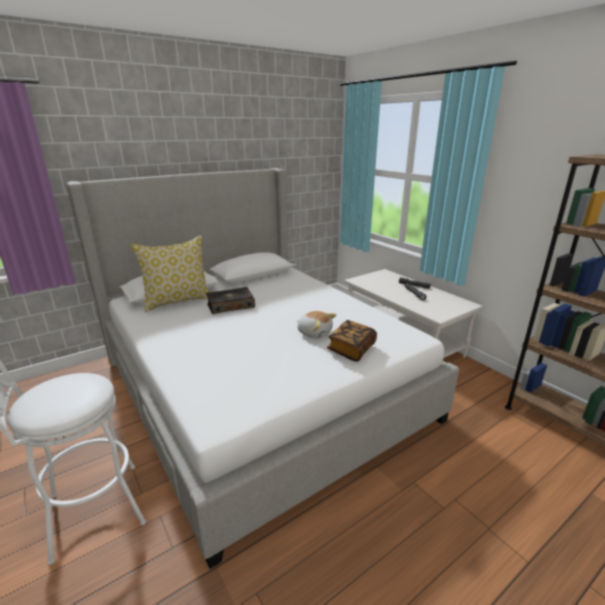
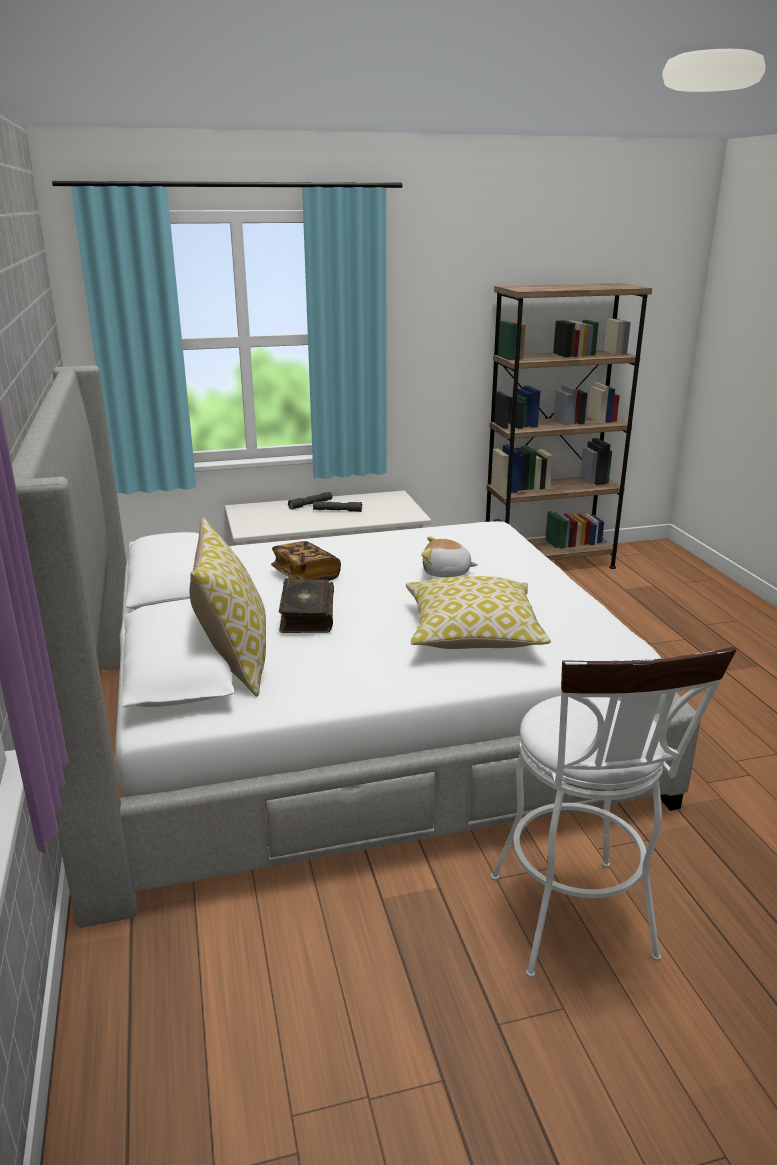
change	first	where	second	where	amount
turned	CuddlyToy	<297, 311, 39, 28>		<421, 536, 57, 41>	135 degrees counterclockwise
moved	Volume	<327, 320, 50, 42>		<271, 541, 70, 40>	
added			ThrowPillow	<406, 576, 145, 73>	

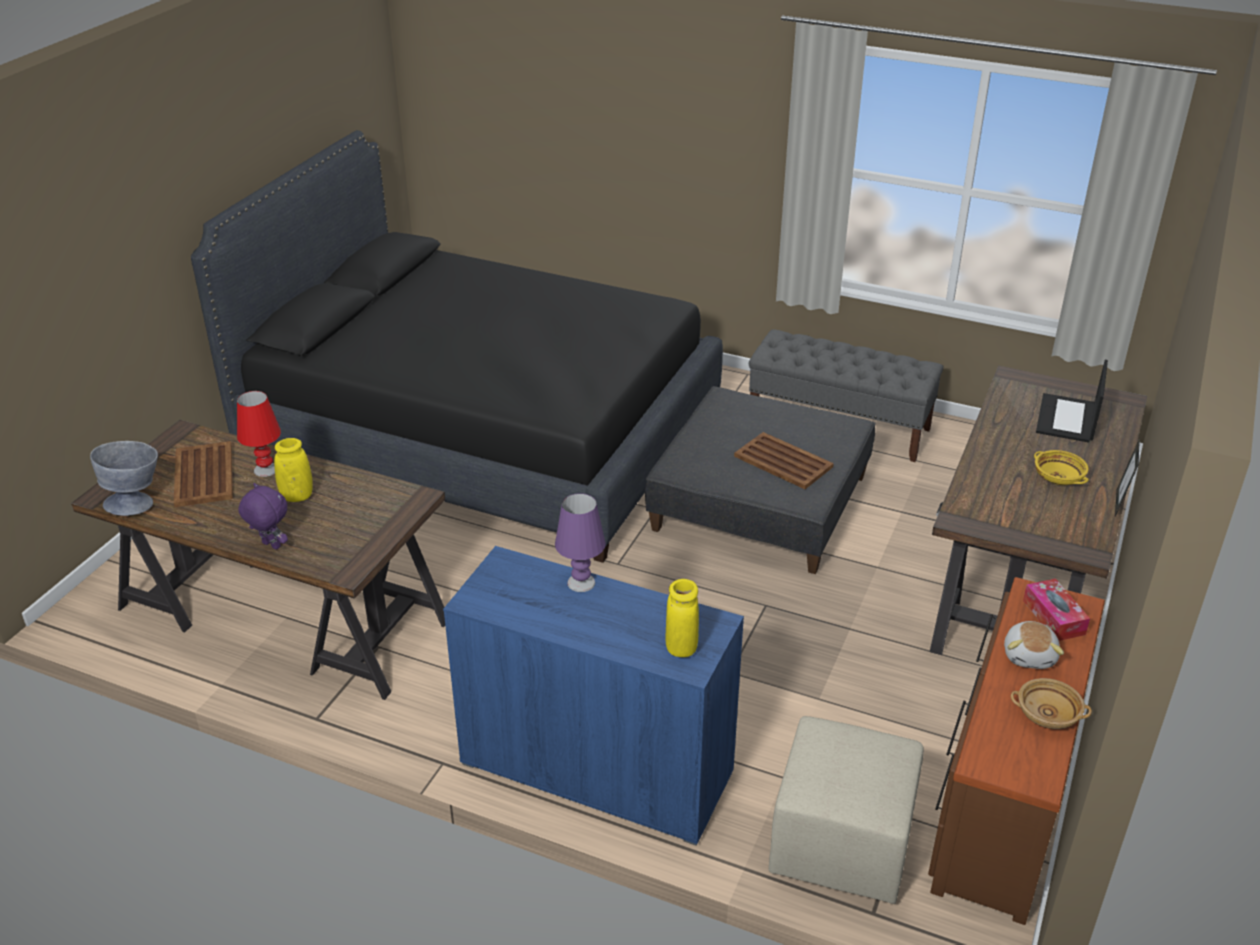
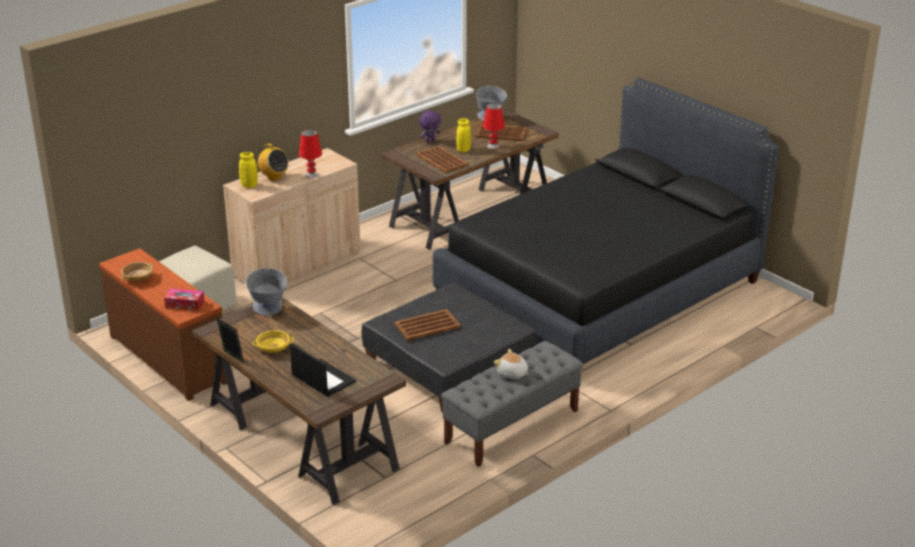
change	first	where	second	where	amount
recoloured	PurplishLampForATable	<555, 493, 51, 99>	ReddishLampForATable	<299, 130, 23, 48>	
recoloured	BluishCupboard	<443, 546, 301, 300>	BeigeColouredCupboard	<223, 148, 138, 136>	
moved	CuddlyToy	<1004, 621, 60, 48>		<494, 349, 35, 30>	
added			RadioReceiver	<256, 144, 33, 37>	
added			BrownServingTray	<416, 146, 52, 27>	
added			GreyDeepDish	<246, 268, 41, 48>	

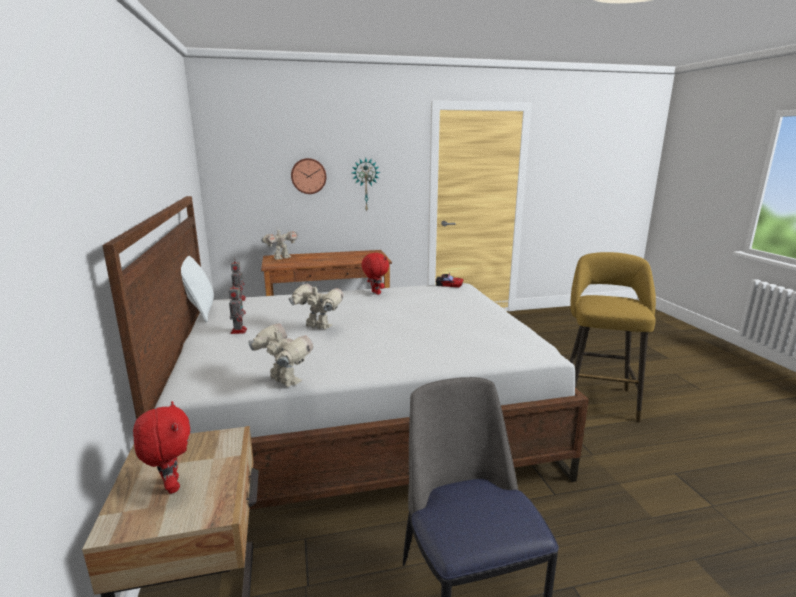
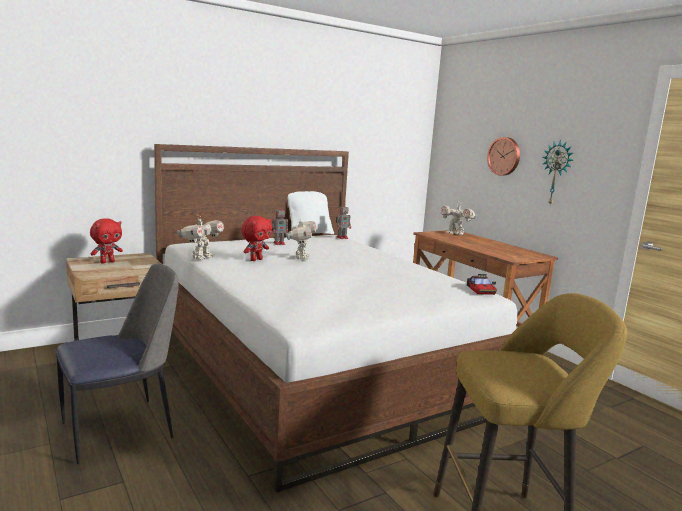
change	first	where	second	where	amount
moved	ReddishCuddlyToy	<361, 253, 28, 42>		<241, 216, 31, 45>	

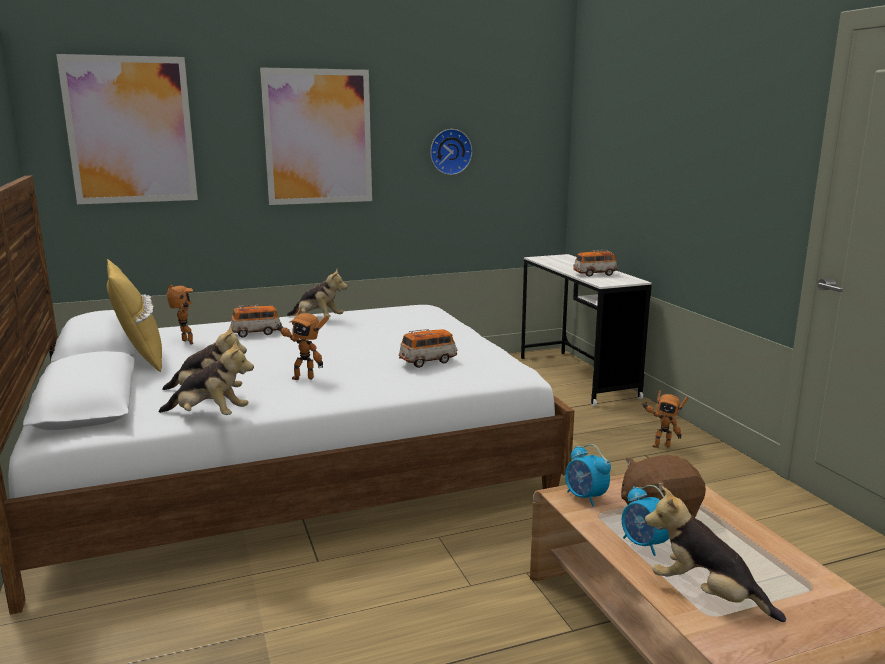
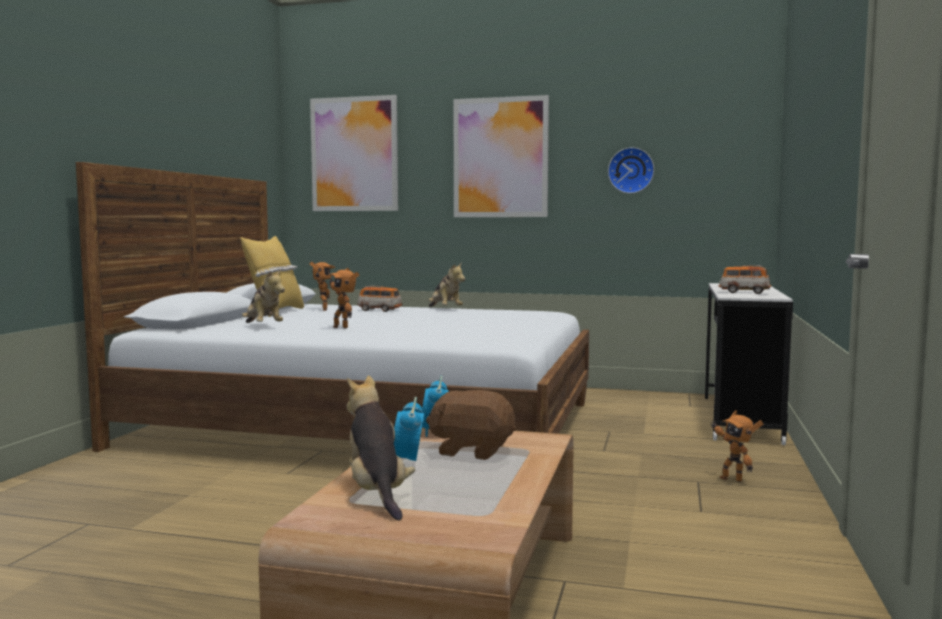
change	first	where	second	where	amount
removed	MiniatureCar	<399, 329, 59, 39>			
removed	CuddlyToy	<159, 340, 95, 75>			

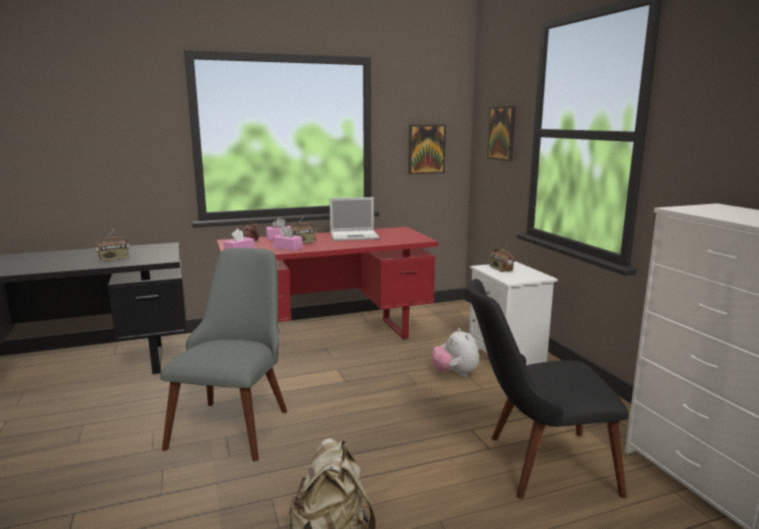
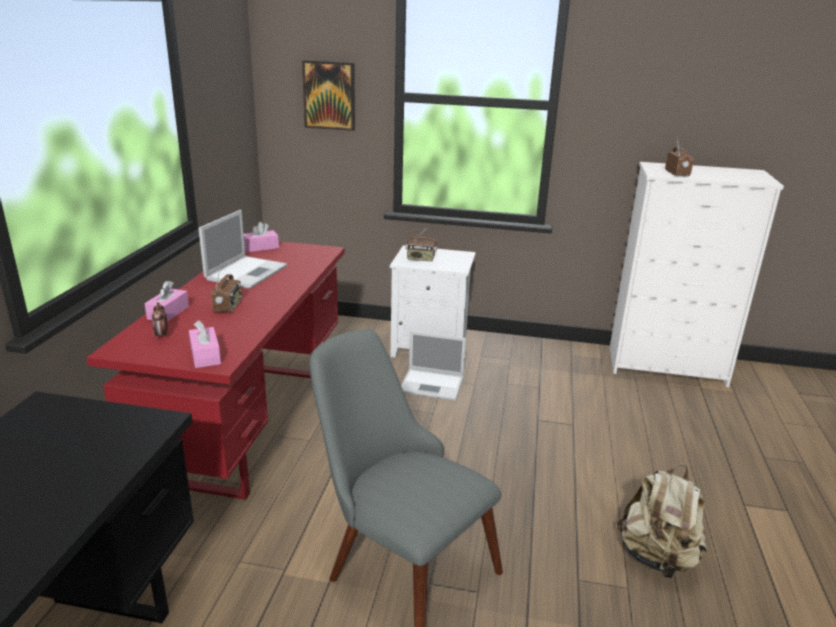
change	first	where	second	where	amount
removed	WallPicture	<408, 125, 38, 49>			
moved	PinkColouredTissueHolder	<273, 226, 30, 25>		<244, 222, 35, 30>	
moved	RadioReceiver	<95, 227, 34, 34>		<665, 138, 29, 39>	
removed	BlackishChair	<468, 279, 161, 220>			
replaced	CuddlyToy	<432, 328, 47, 49>	PortableComputer	<401, 331, 65, 70>	

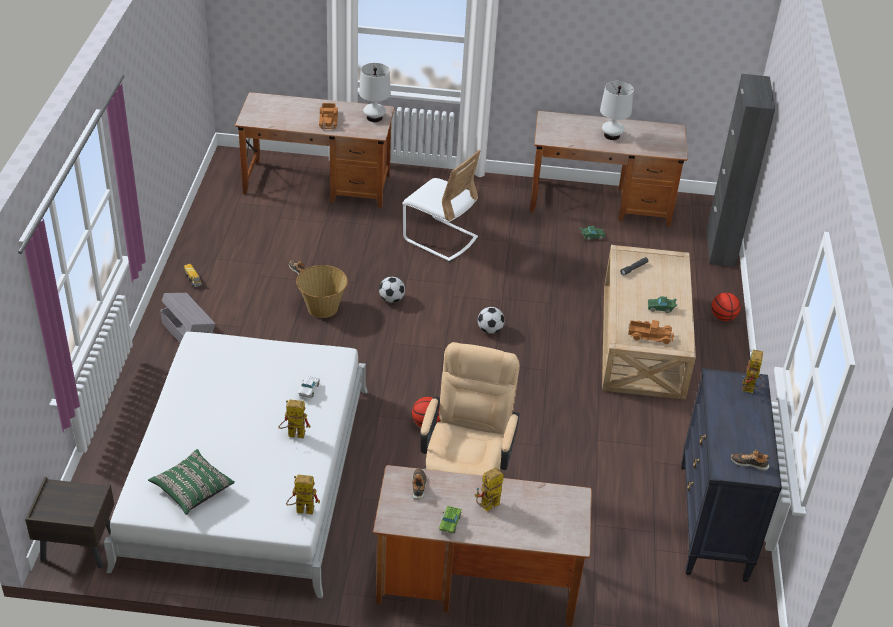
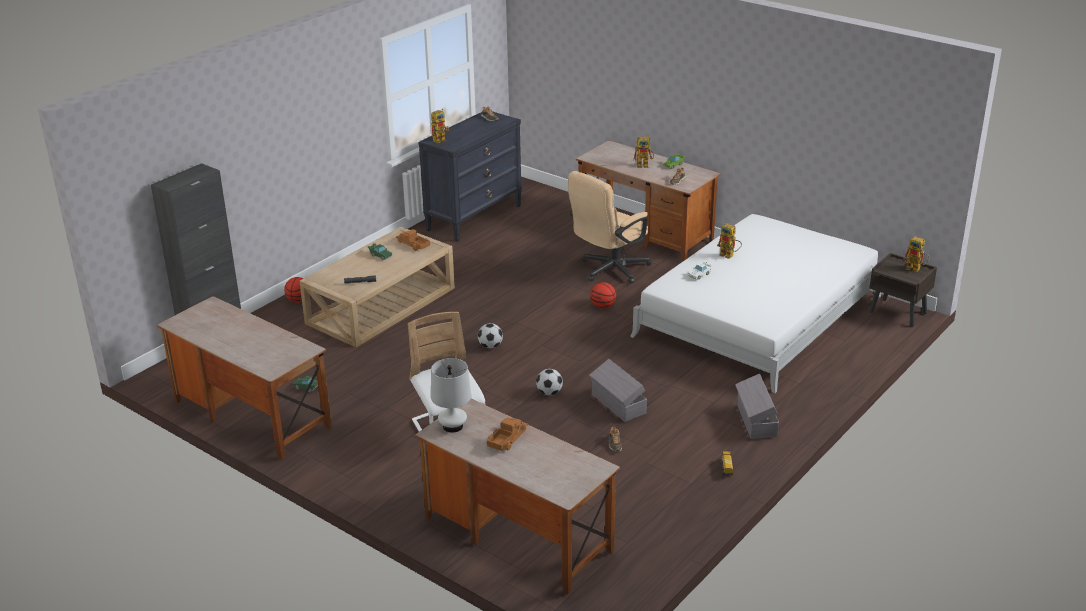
change	first	where	second	where	amount
removed	WhiteLampForATable	<600, 81, 34, 59>			
replaced	HouseholdBasket	<296, 265, 52, 53>	GreyStorageBox	<589, 359, 58, 63>	
removed	GreenColouredThrowPillow	<148, 449, 87, 66>			
moved	ModelRobot	<286, 475, 34, 40>		<903, 236, 26, 37>	

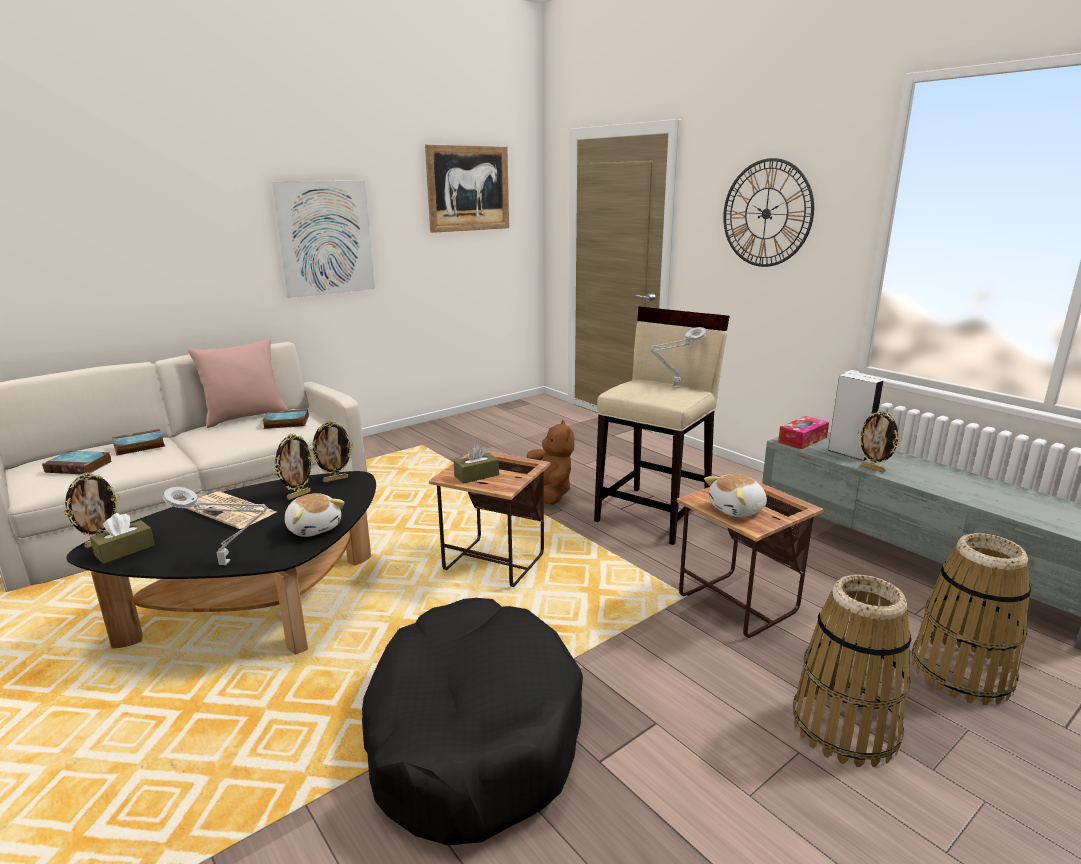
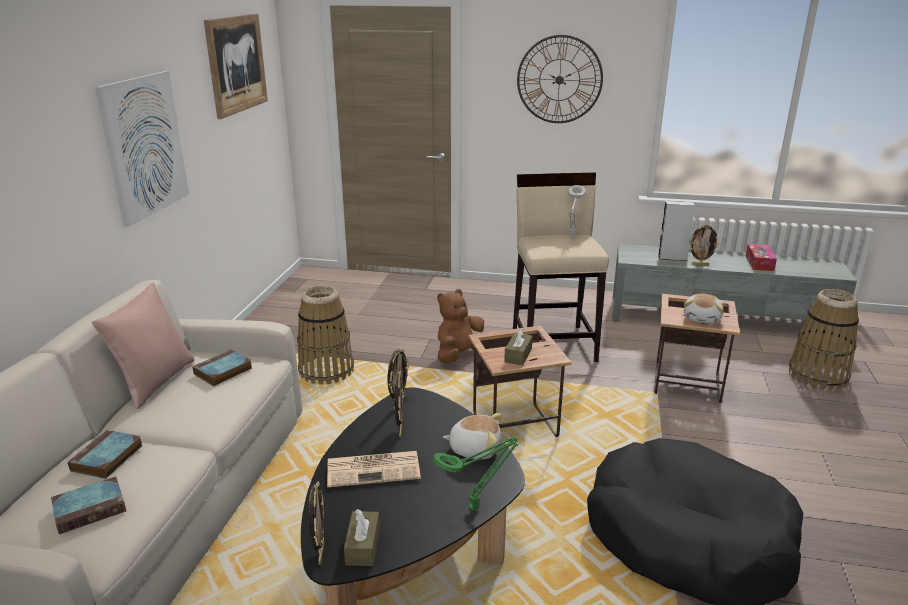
change	first	where	second	where	amount
moved	TissueHolder	<778, 416, 51, 33>		<746, 244, 31, 27>	
turned	BrownCuddlyToy	<527, 420, 48, 85>		<437, 289, 47, 74>	75 degrees counterclockwise
recoloured	GreyLampForATable	<163, 487, 105, 78>	GreenColouredLampForATable	<433, 437, 84, 74>	
moved	HouseholdBasket	<793, 575, 119, 192>		<297, 285, 57, 100>	

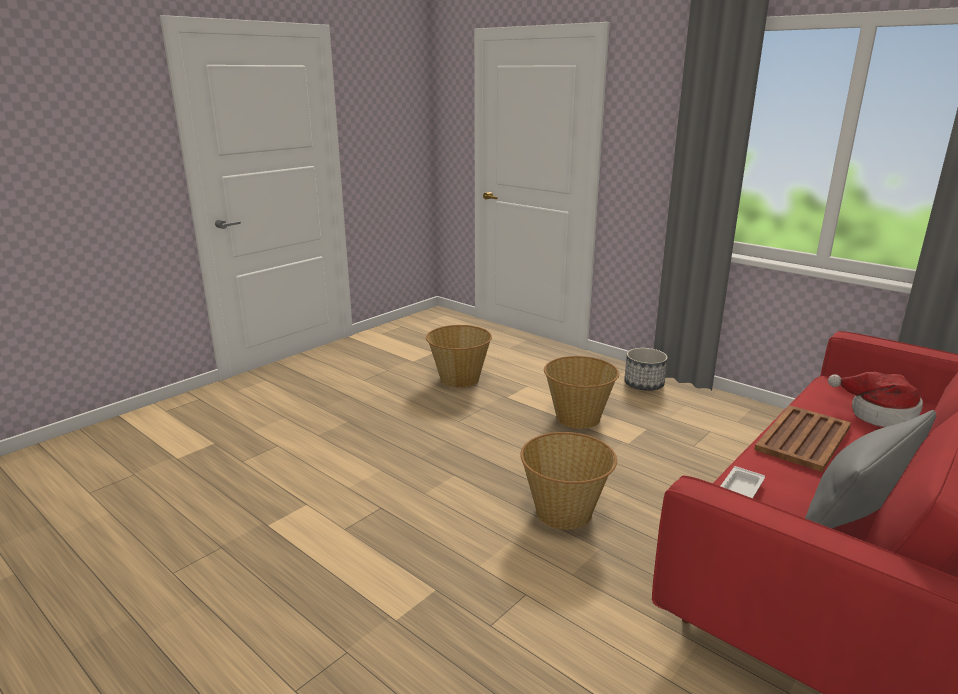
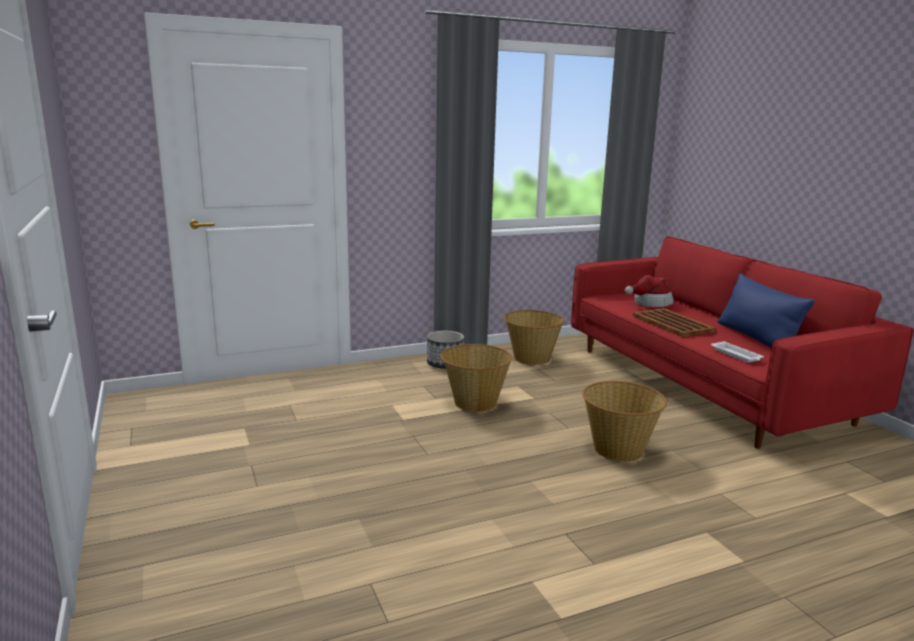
change	first	where	second	where	amount
moved	HouseholdBasket	<426, 325, 66, 63>		<503, 310, 61, 55>	
recoloured	GreyThrowPillow	<805, 410, 131, 119>	BluishThrowPillow	<717, 273, 98, 75>	

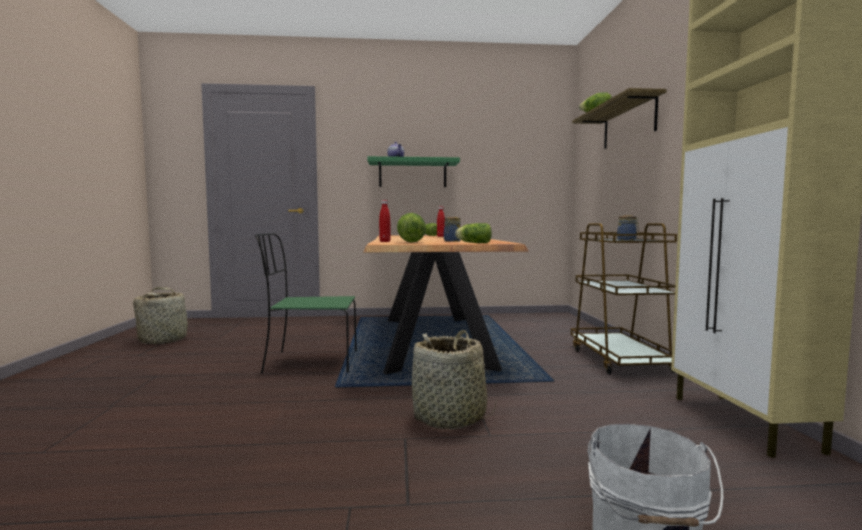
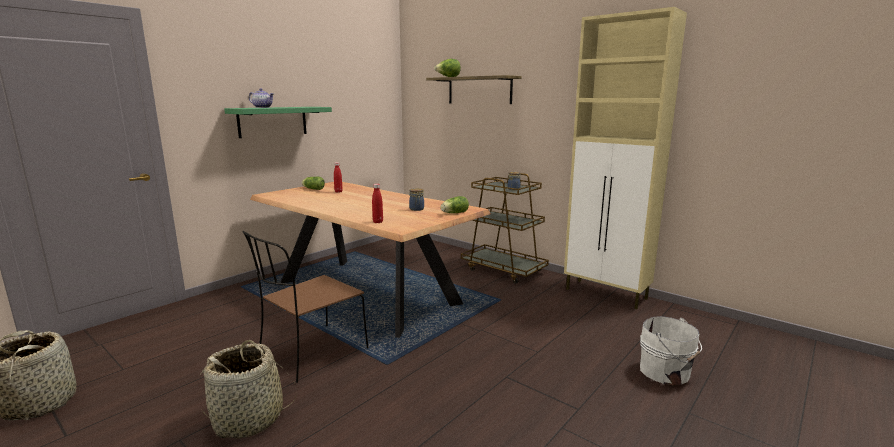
change	first	where	second	where	amount
removed	Lettuce	<397, 213, 29, 29>			
recoloured	GreenColouredChair	<255, 233, 102, 141>	BrownChair	<243, 231, 126, 152>	
moved	HouseholdBasket	<412, 330, 85, 99>		<199, 340, 98, 99>	

